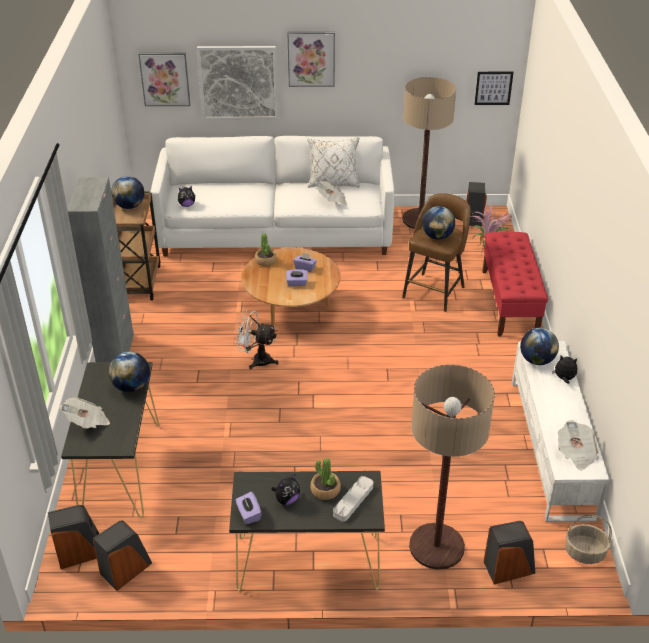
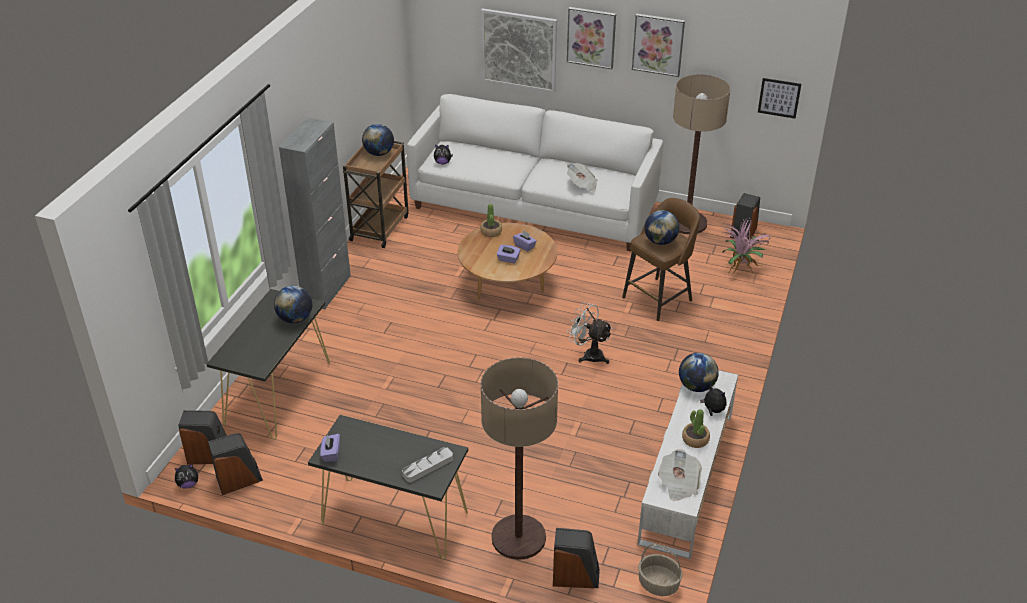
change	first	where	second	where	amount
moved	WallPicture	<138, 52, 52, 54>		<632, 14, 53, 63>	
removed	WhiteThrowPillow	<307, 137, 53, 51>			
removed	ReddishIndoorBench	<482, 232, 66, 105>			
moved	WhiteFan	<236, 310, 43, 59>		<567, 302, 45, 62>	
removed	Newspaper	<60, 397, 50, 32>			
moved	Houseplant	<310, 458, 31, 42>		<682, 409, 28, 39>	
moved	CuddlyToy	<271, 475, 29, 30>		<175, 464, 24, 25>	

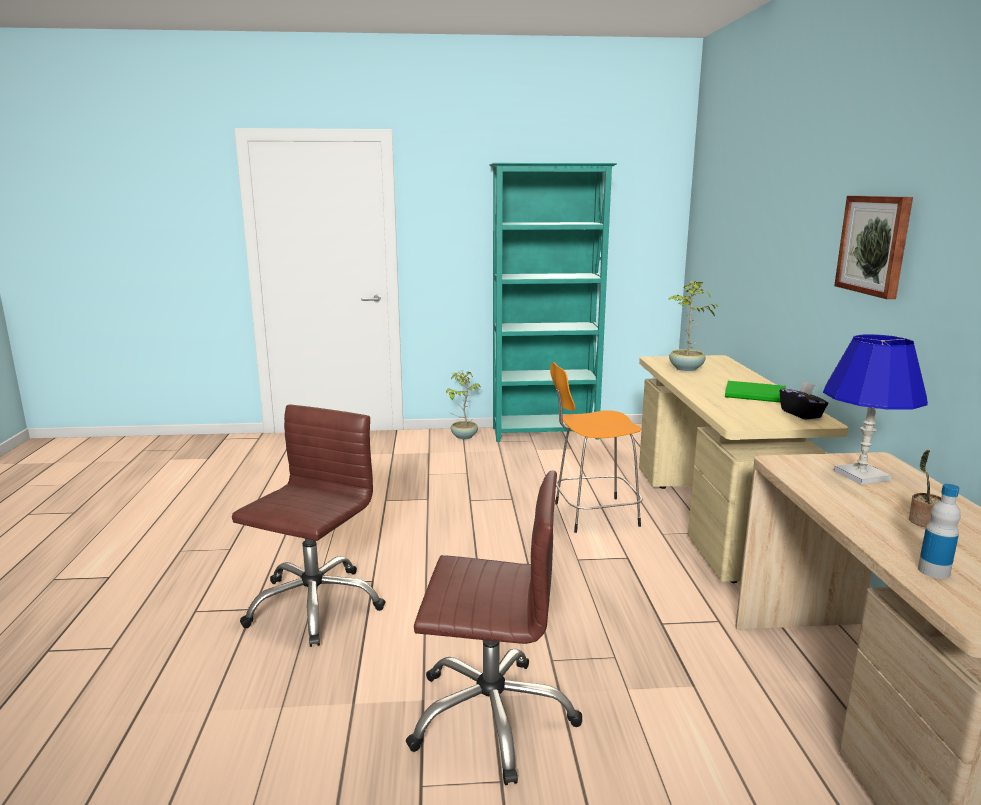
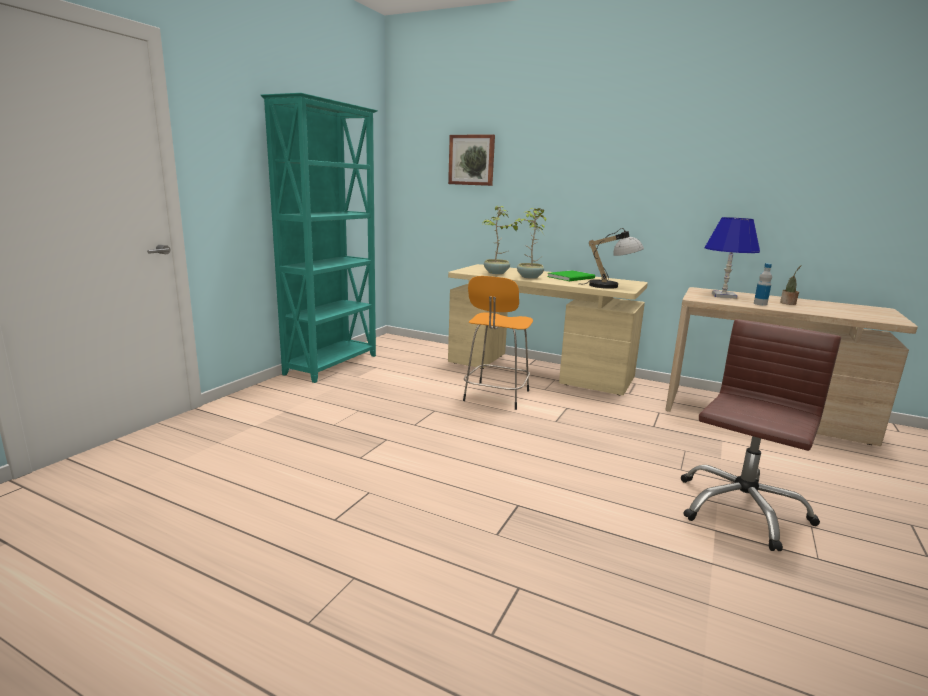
change	first	where	second	where	amount
moved	WallPicture	<834, 196, 79, 103>		<448, 135, 47, 51>	
moved	Houseplant	<446, 370, 35, 69>		<515, 208, 31, 71>	
removed	BlackishTissueHolder	<780, 381, 48, 39>			
removed	BrownDeskChair	<232, 404, 153, 243>			
moved	DrinkBottle	<918, 484, 43, 95>		<754, 263, 18, 43>	
added			LampForATable	<585, 228, 59, 61>	

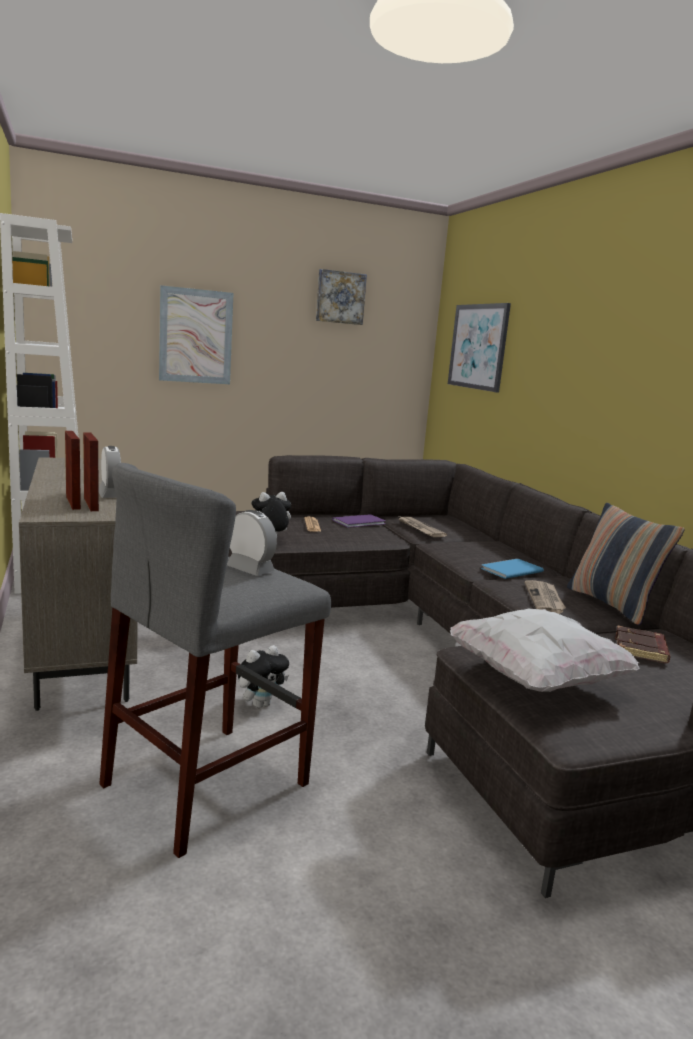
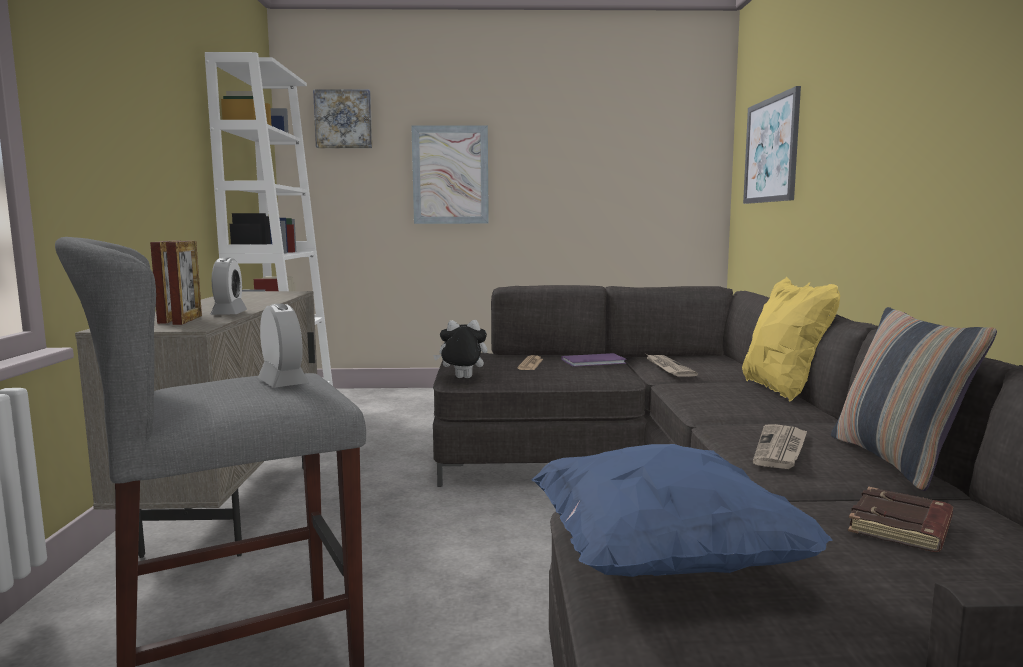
change	first	where	second	where	amount
moved	WallPicture	<316, 269, 51, 56>		<313, 89, 59, 59>	
removed	BluishVolume	<481, 559, 63, 20>			
recoloured	WhiteThrowPillow	<450, 609, 190, 83>	BluishThrowPillow	<532, 444, 301, 133>	
removed	CuddlyToy	<238, 645, 51, 63>			
added			YellowThrowPillow	<742, 277, 98, 124>	

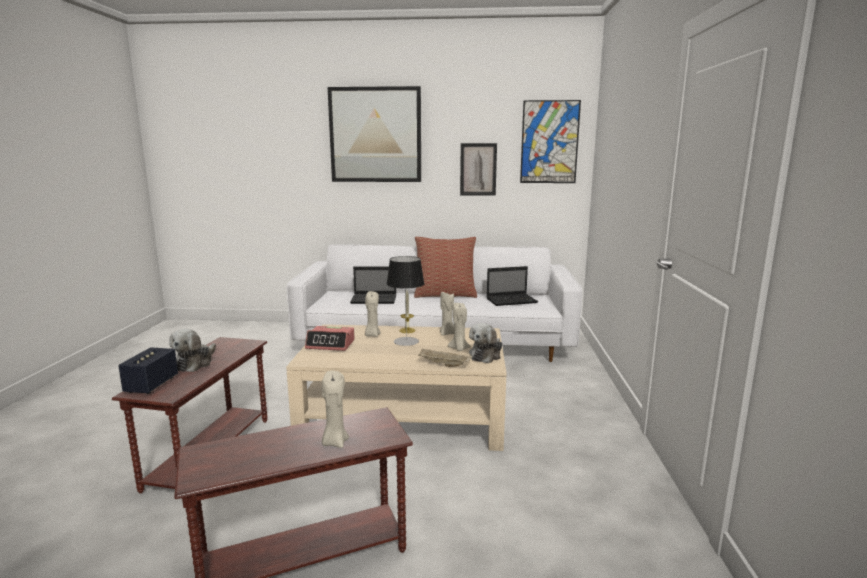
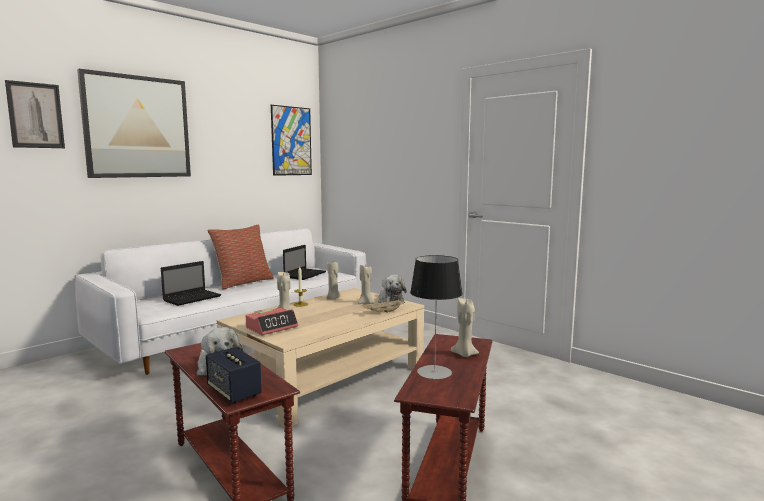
change	first	where	second	where	amount
moved	WallPicture	<460, 143, 37, 53>		<5, 80, 60, 68>	
moved	LampForATable	<386, 256, 39, 90>		<410, 255, 53, 124>	

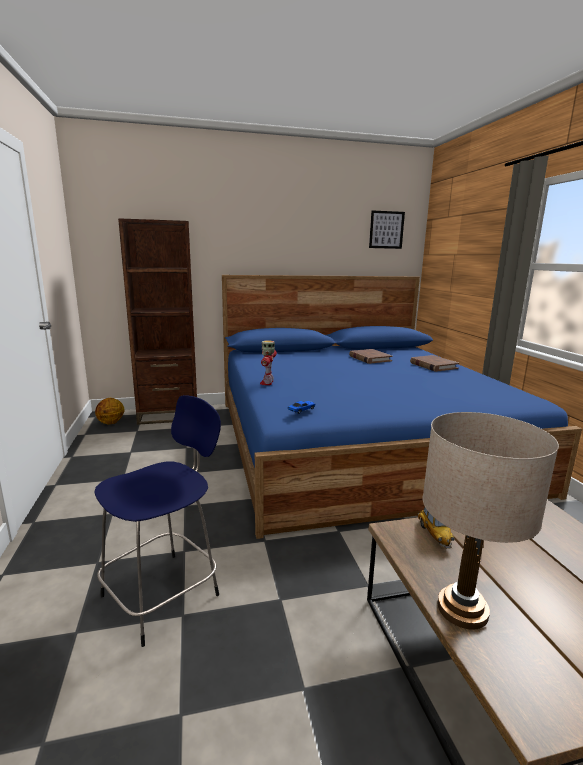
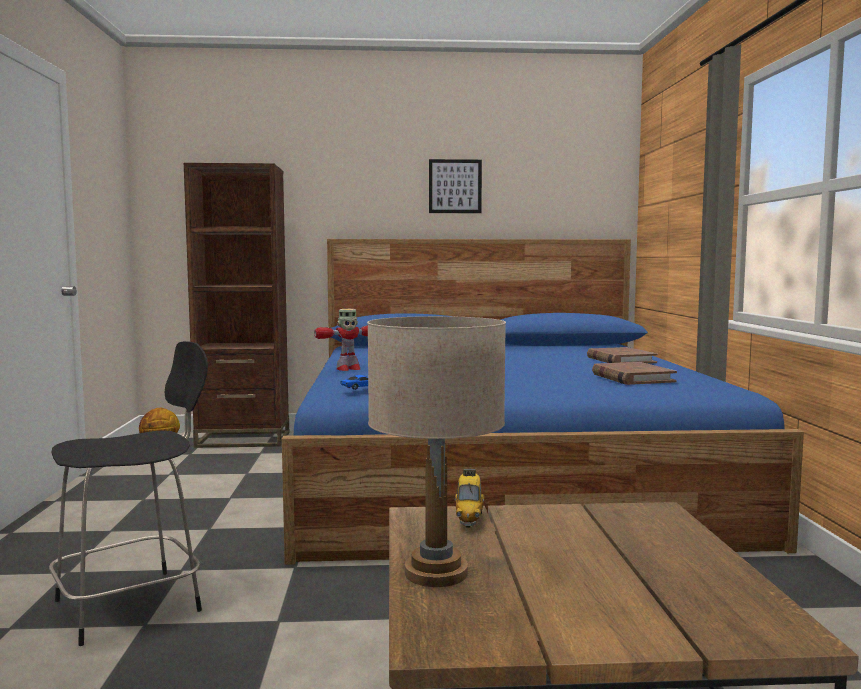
change	first	where	second	where	amount
moved	WallPicture	<369, 210, 36, 39>		<429, 159, 53, 54>	
turned	ModelRobot	<260, 340, 17, 45>		<314, 309, 54, 62>	135 degrees counterclockwise
moved	BrownVolume	<349, 349, 44, 15>		<592, 362, 85, 23>	
recoloured	BluishSittingStool	<94, 395, 127, 252>	BlackishSittingStool	<49, 341, 159, 305>	

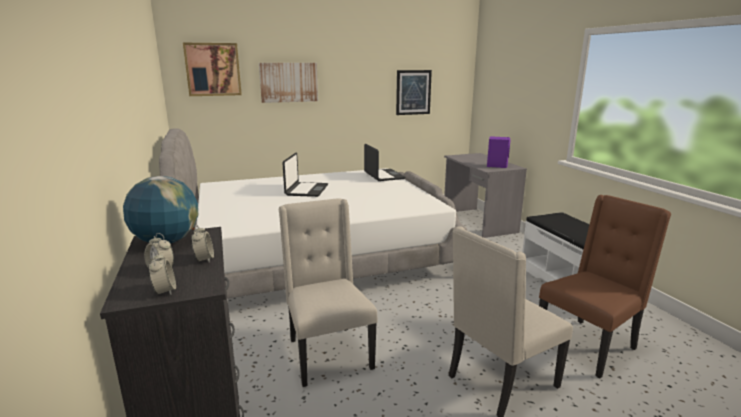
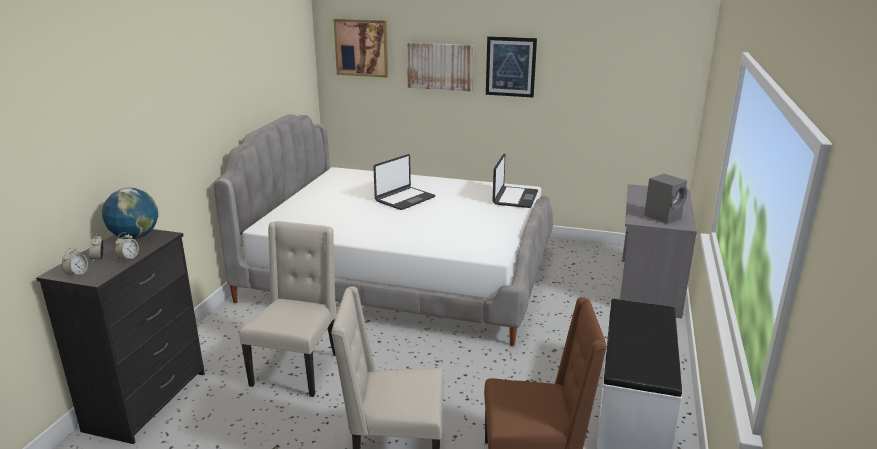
change	first	where	second	where	amount
moved	WallPicture	<396, 70, 36, 45>		<486, 36, 51, 61>	
recoloured	PurplishSpeaker	<487, 136, 23, 32>	GreySpeaker	<644, 174, 43, 50>	

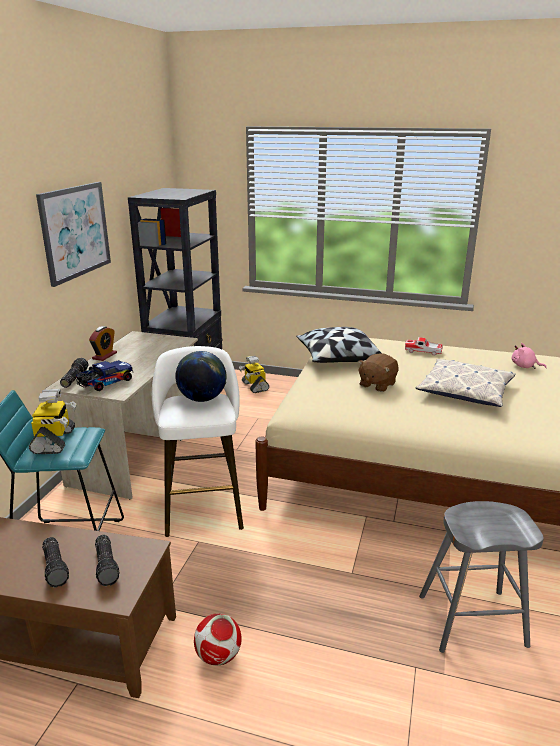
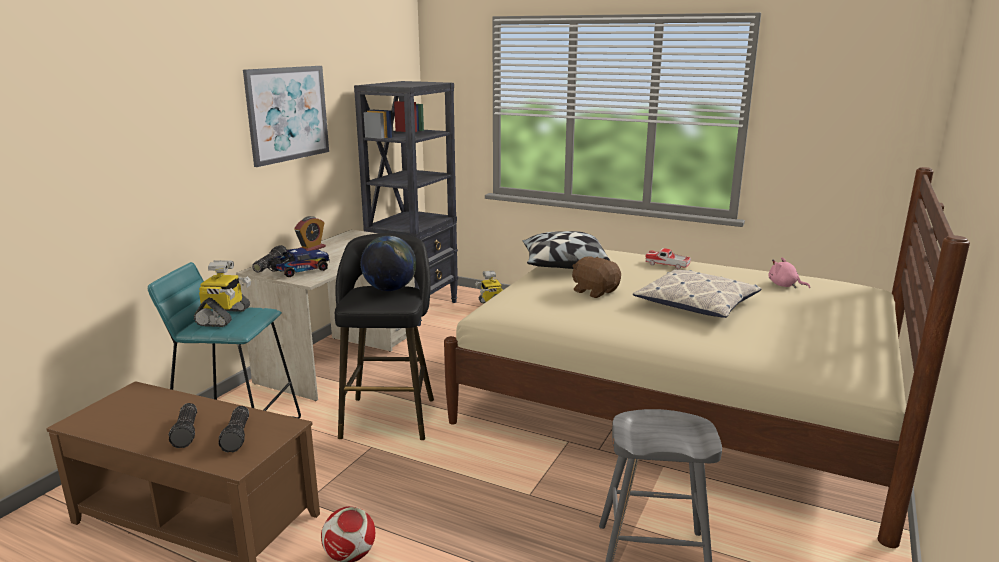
change	first	where	second	where	amount
recoloured	WhiteSittingStool	<152, 346, 92, 191>	BlackishSittingStool	<335, 233, 99, 207>	
turned	BrownCuddlyToy	<358, 353, 40, 39>		<572, 256, 49, 42>	90 degrees clockwise

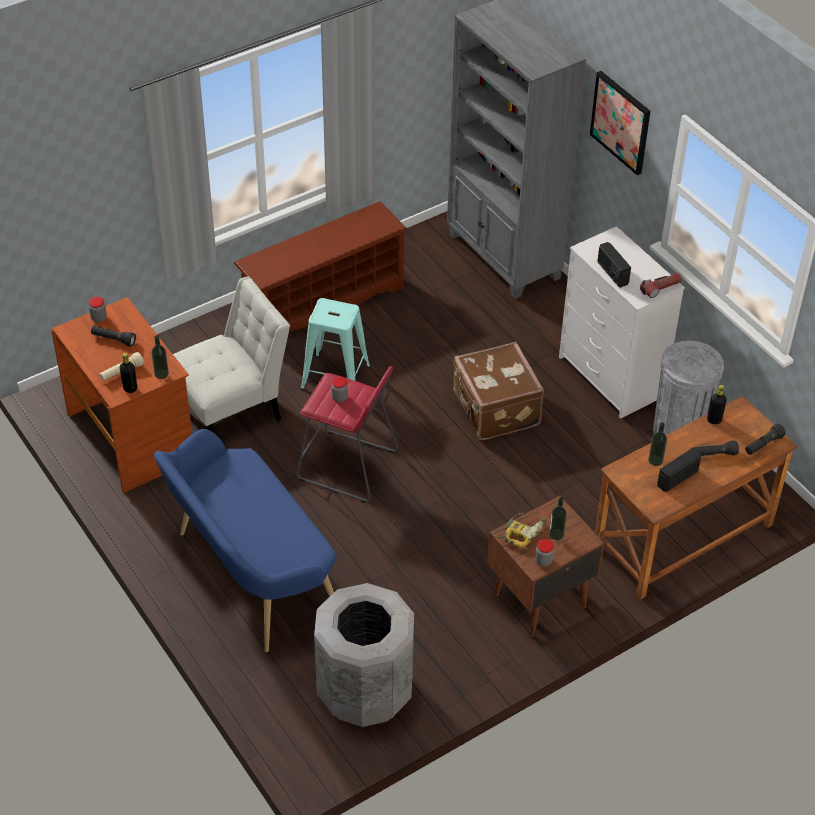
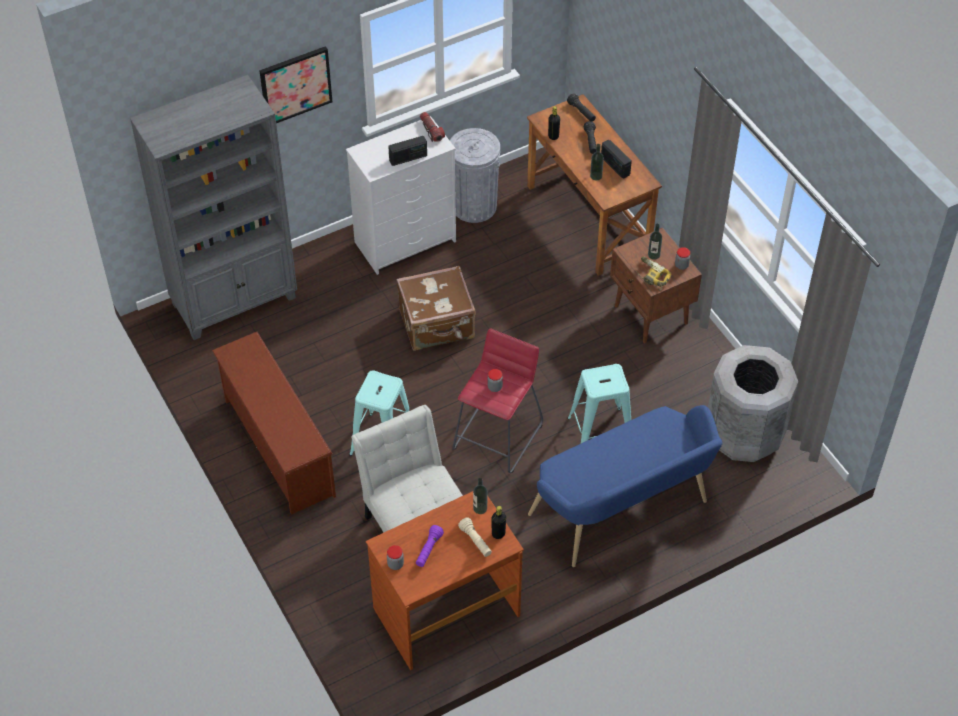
change	first	where	second	where	amount
recoloured	BlackishTorch	<91, 326, 45, 21>	PurplishTorch	<416, 525, 28, 42>	
added			TurquoiseSittingStool	<567, 364, 64, 79>	

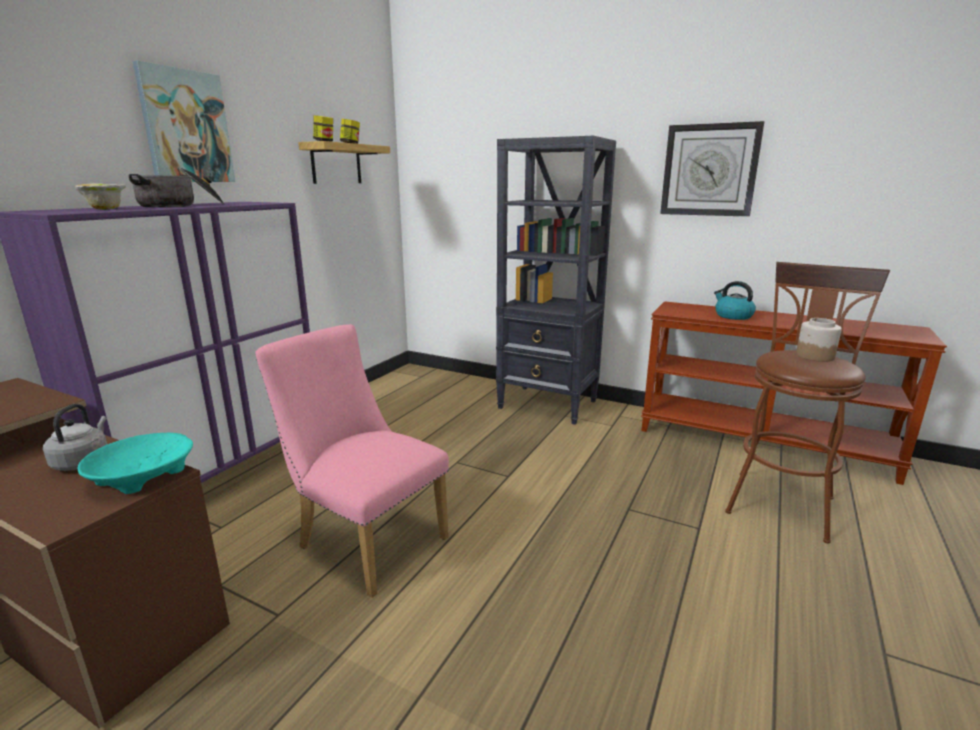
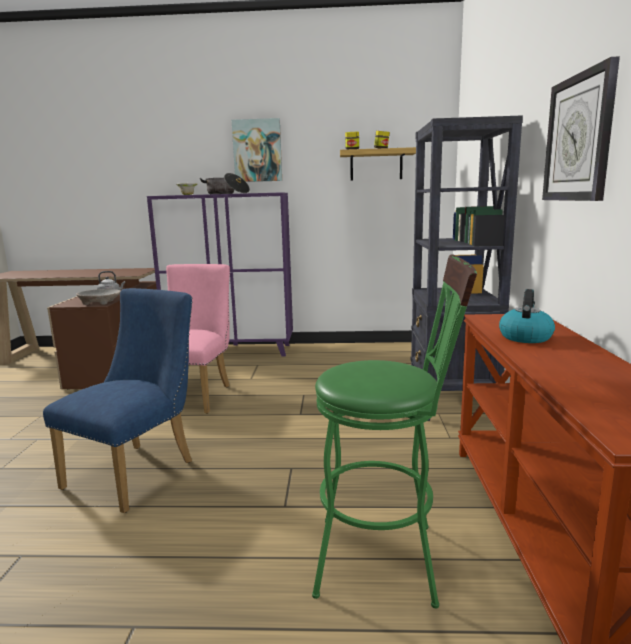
change	first	where	second	where	amount
recoloured	BrownSittingStool	<725, 262, 165, 282>	GreenColouredSittingStool	<312, 254, 165, 354>	
removed	StorageJar	<796, 318, 46, 44>			
recoloured	TurquoiseDeepDish	<78, 433, 115, 61>	BeigeColouredDeepDish	<76, 289, 45, 16>	
added			BluishChair	<43, 288, 149, 225>	

